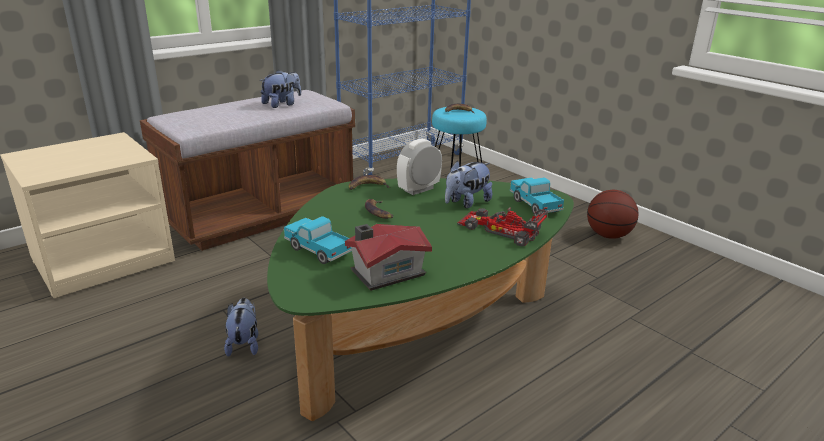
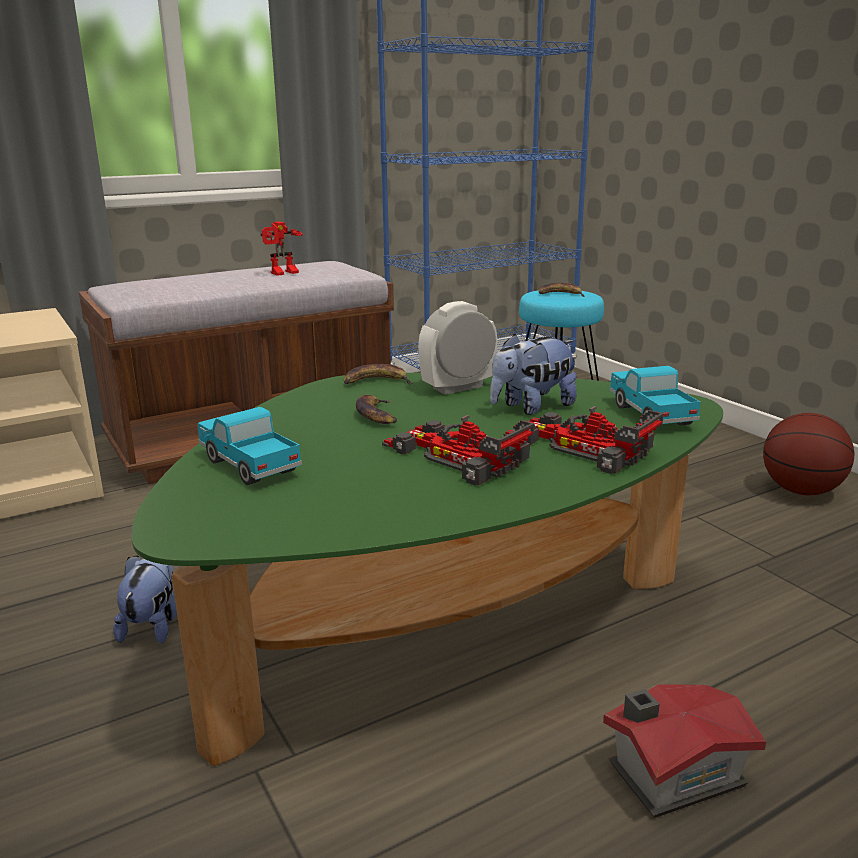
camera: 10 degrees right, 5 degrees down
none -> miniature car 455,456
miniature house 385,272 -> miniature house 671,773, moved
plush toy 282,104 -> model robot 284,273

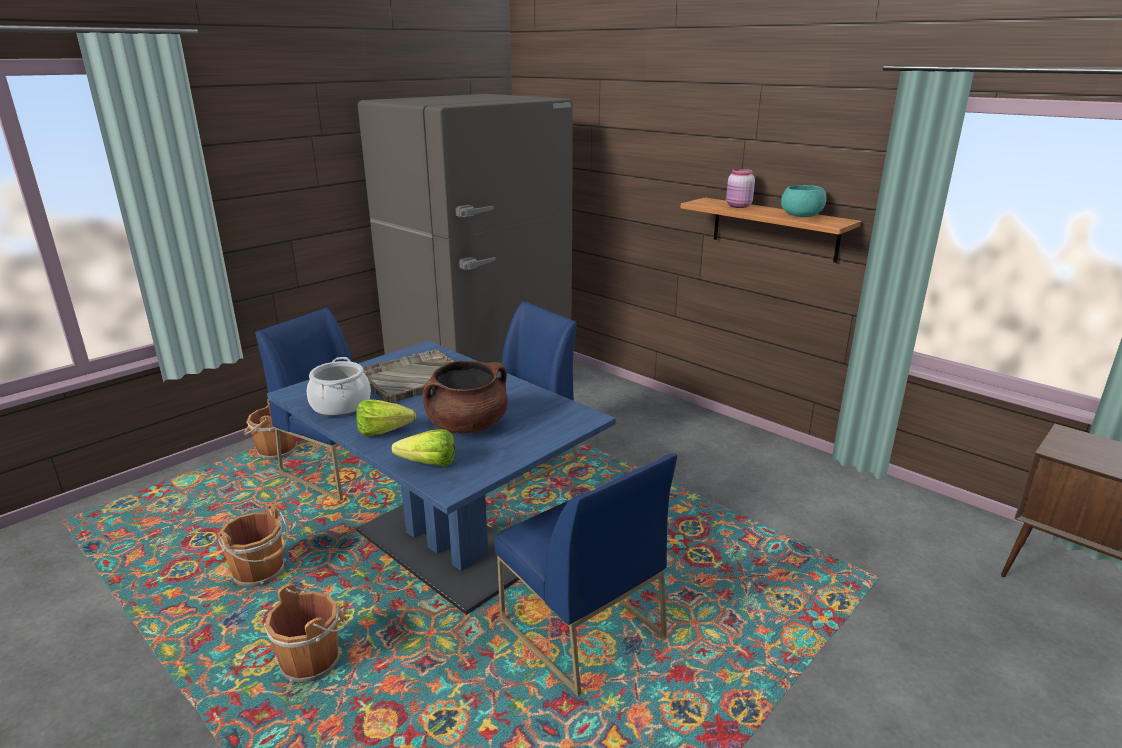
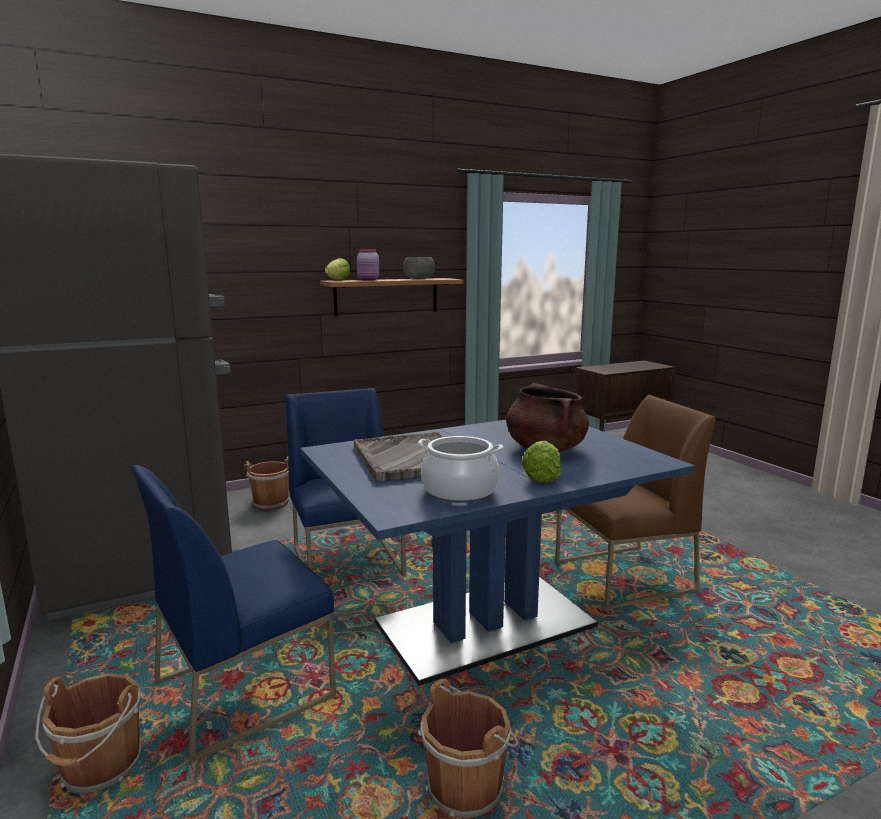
camera: 70 degrees left, 10 degrees down
brownish pail 313,660 -> brownish pail 270,502, moved
lettuce 424,464 -> lettuce 334,280, moved
blue-coloured plain chair 580,629 -> brownish plain chair 623,577
turquoise-coloured serving bowl 801,215 -> gray serving bowl 418,279

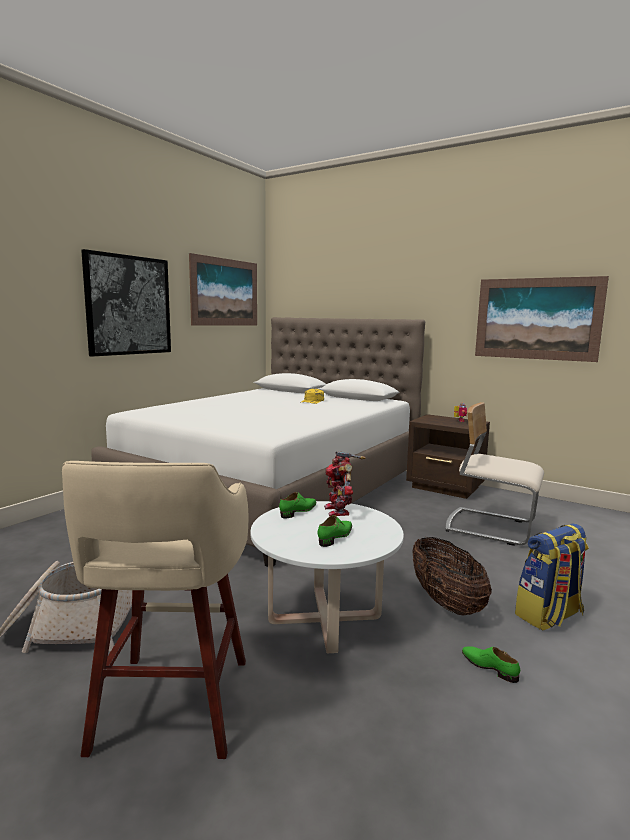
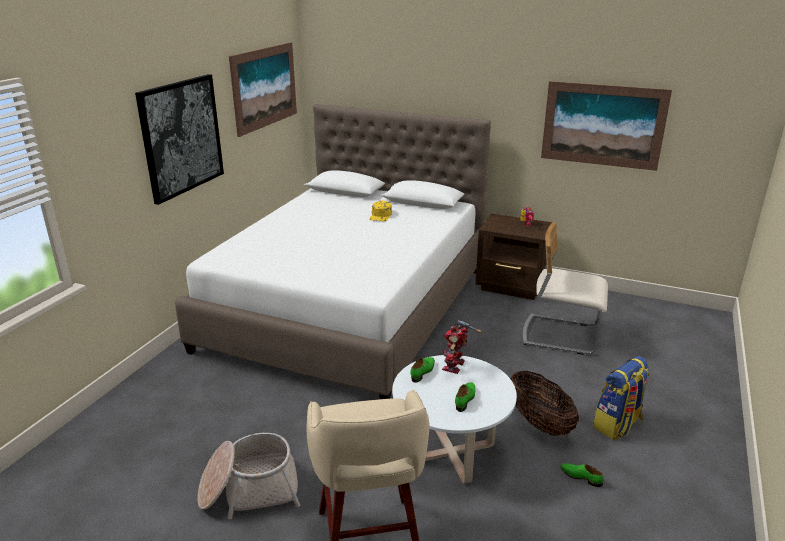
camera: 10 degrees left, 15 degrees up
model robot 339,510 -> model robot 455,366, 45 degrees clockwise

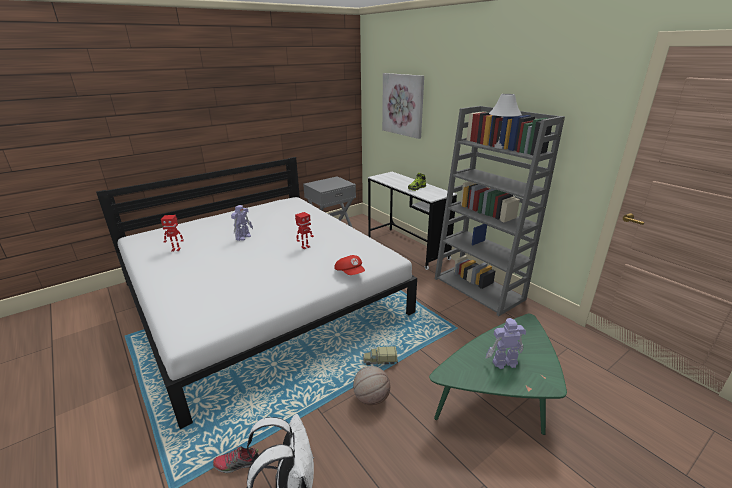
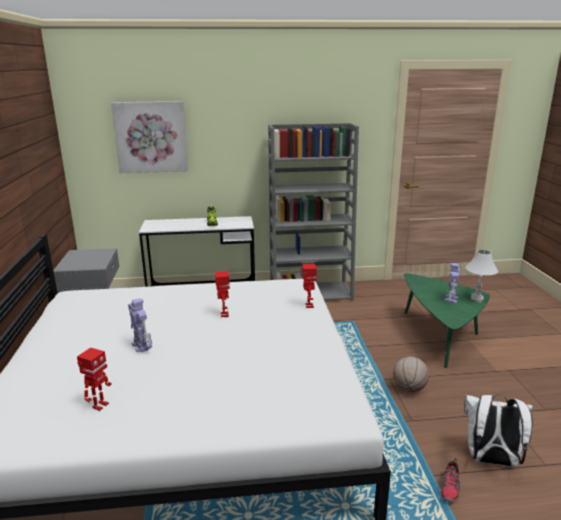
camera: 60 degrees left, 5 degrees down
model truck 380,361 -> none
whitish tabletop lamp 500,147 -> whitish tabletop lamp 477,298, moved
red-coloured cap 350,273 -> model robot 308,306

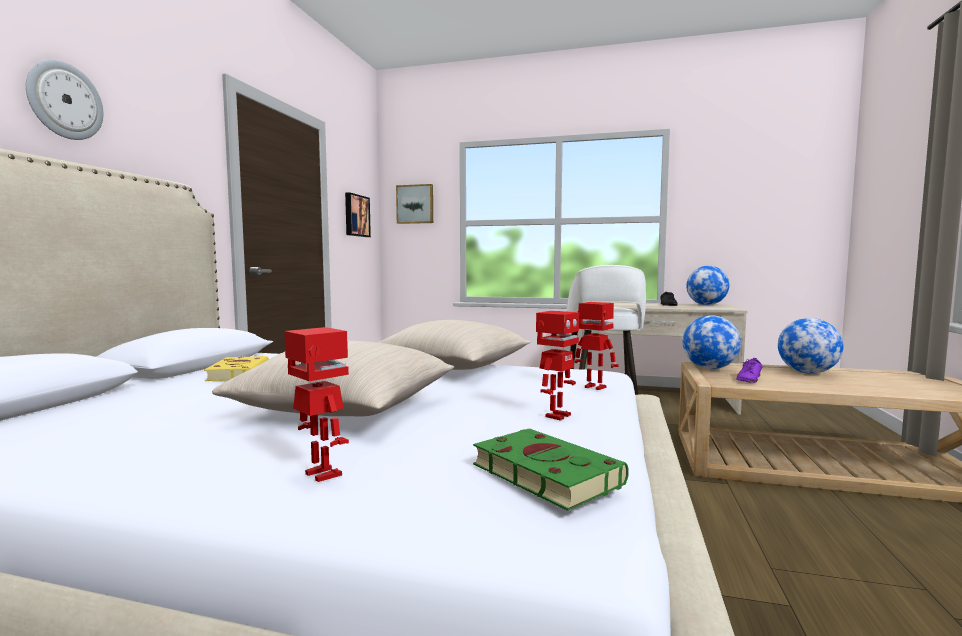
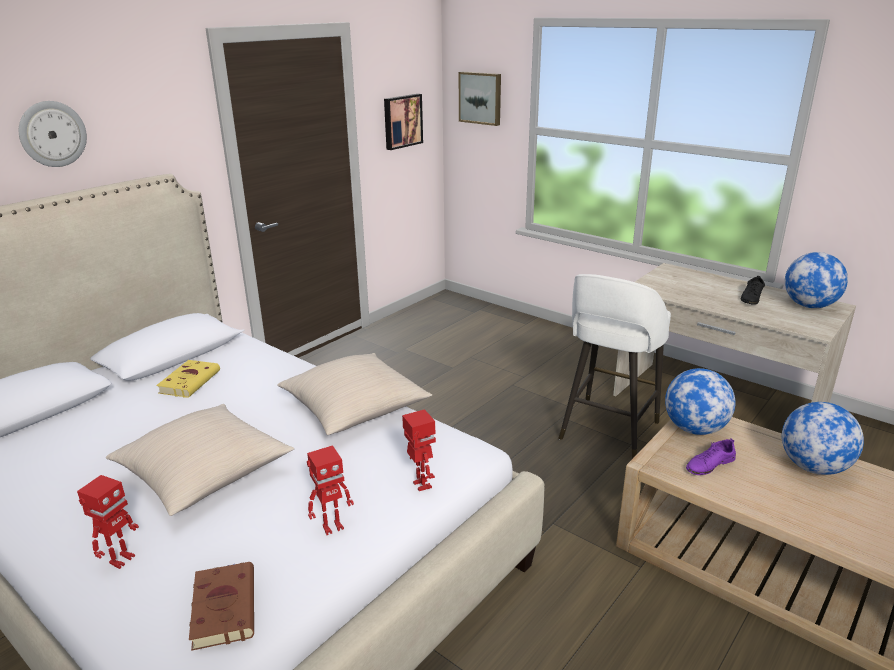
camera: 25 degrees right, 20 degrees up
green-coloured volume 542,473 -> brownish volume 224,606
model robot 321,475 -> model robot 121,559, 45 degrees clockwise

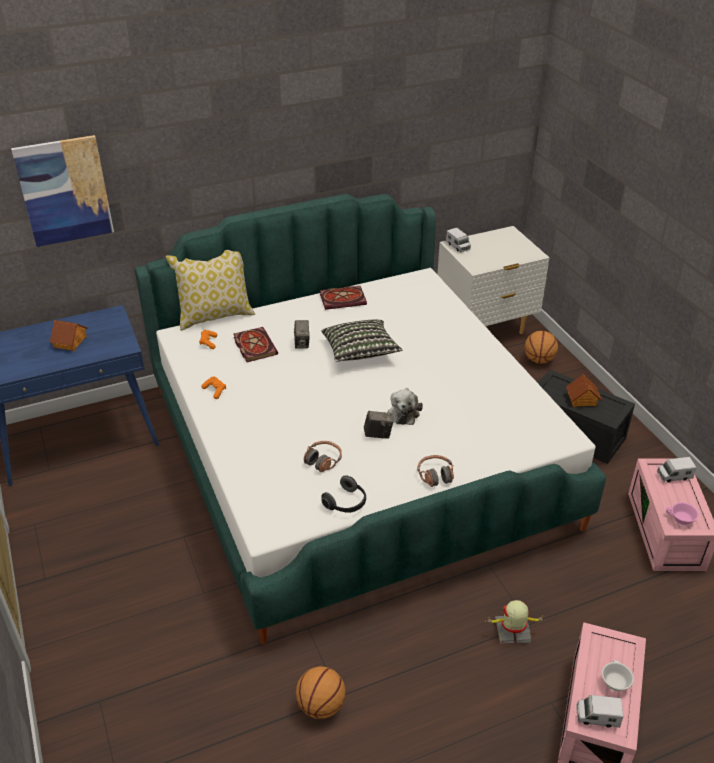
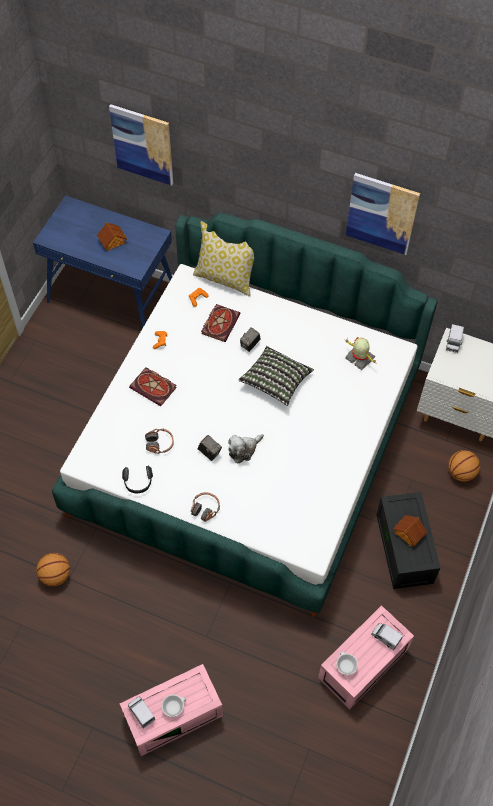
camera: 45 degrees right, 20 degrees up
none -> picture 381,213
volume 344,299 -> volume 154,387, moved
model robot 512,631 -> model robot 359,358, moved
pink cup 681,520 -> whitish cup 345,666

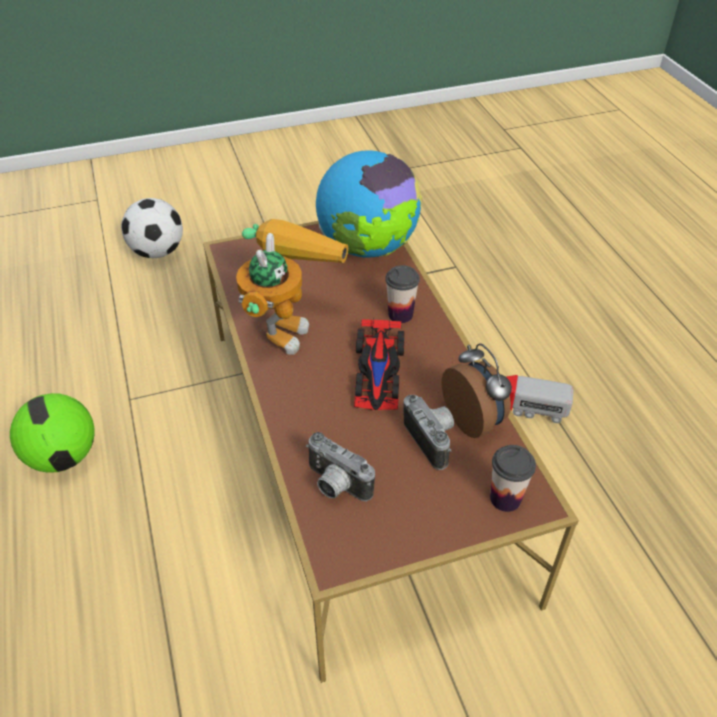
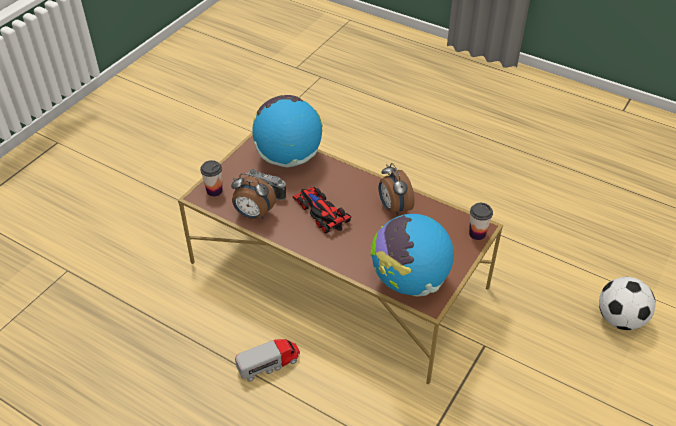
camera: 140 degrees right, 0 degrees up
football ball 63,456 -> none
cup 400,314 -> cup 477,234, moved
model robot 286,322 -> bedside clock 393,208
still camera 335,485 -> globe 289,157

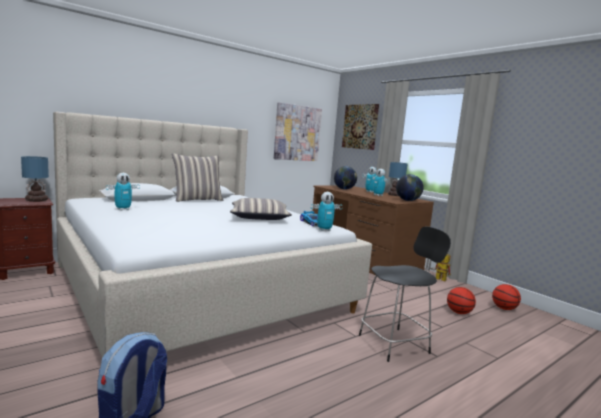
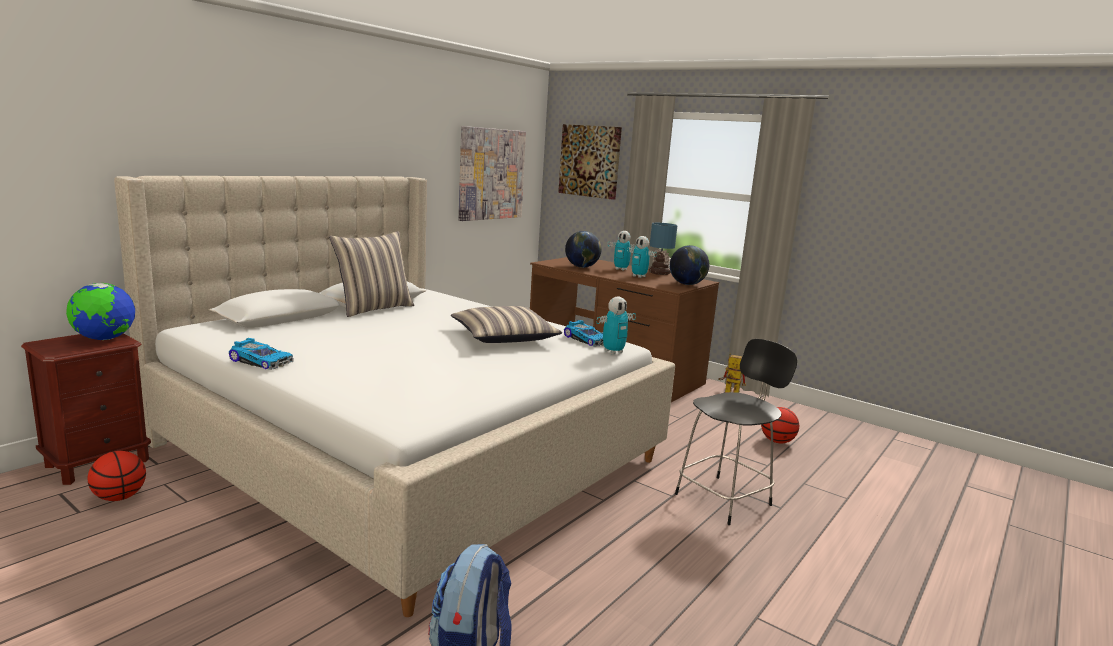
camera: 15 degrees left, 5 degrees up
model robot 123,209 -> none
none -> miniature car 262,361
basketball 504,308 -> basketball 119,497, moved
tabletop lamp 36,200 -> globe 104,339

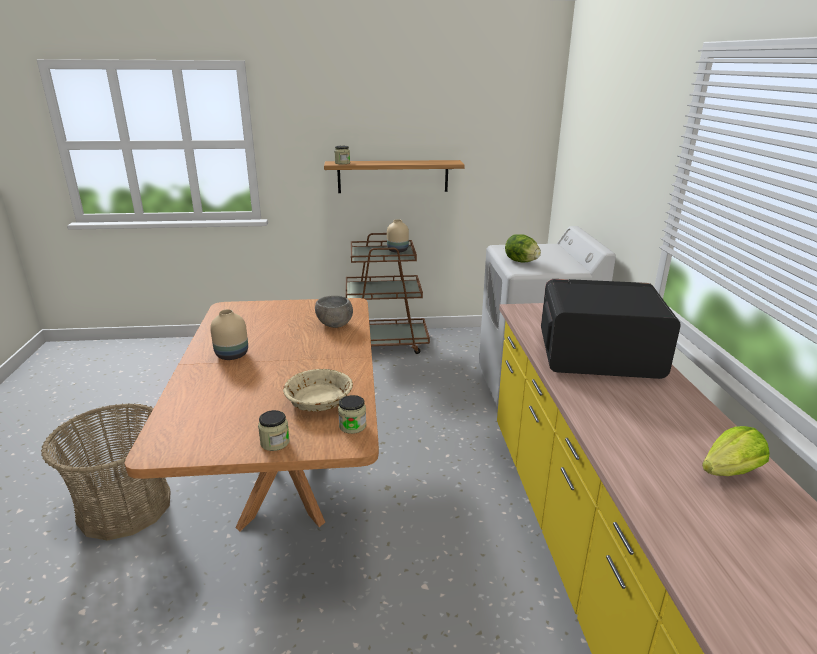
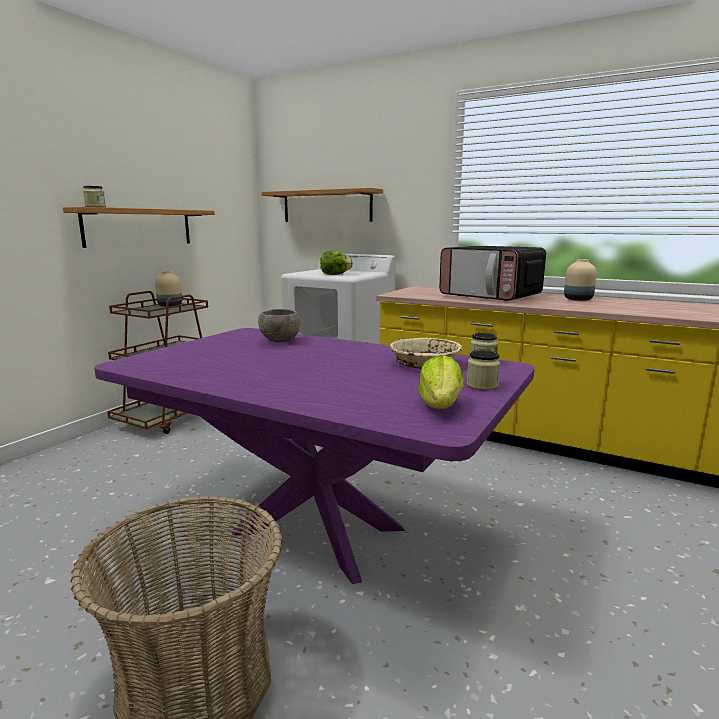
camera: 55 degrees left, 10 degrees down
none -> wall shelf 326,206
sand-coloured vase 233,355 -> sand-coloured vase 578,299, moved
lettuce 729,471 -> lettuce 440,406, moved
brownish dinner table 288,483 -> purplish dinner table 317,529
microwave 597,356 -> microwave 491,296, 90 degrees counterclockwise

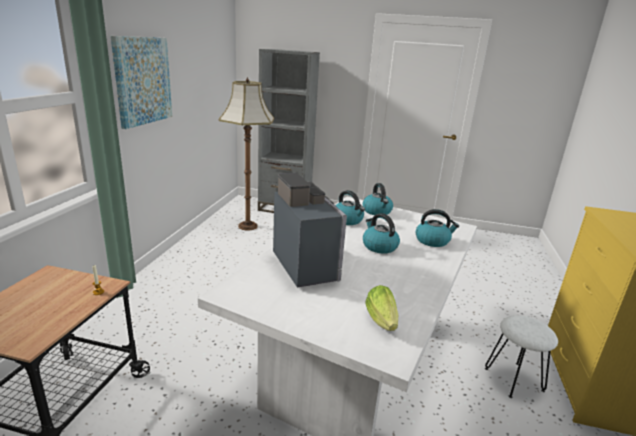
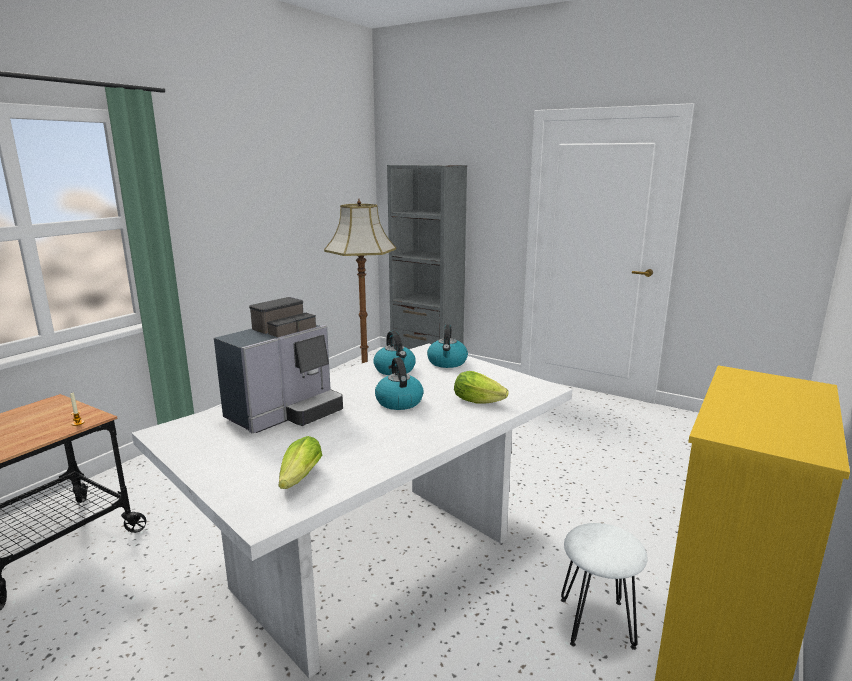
camera: 20 degrees right, 5 degrees down
picture 142,80 -> none
water kettle 433,241 -> lettuce 481,401
coffee brewer 308,265 -> coffee brewer 286,413, 45 degrees clockwise

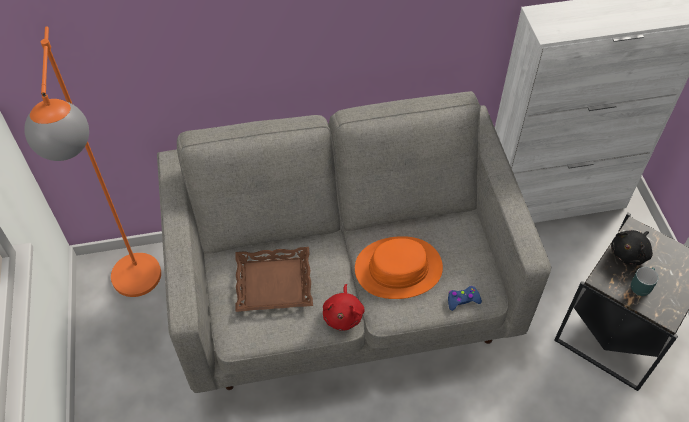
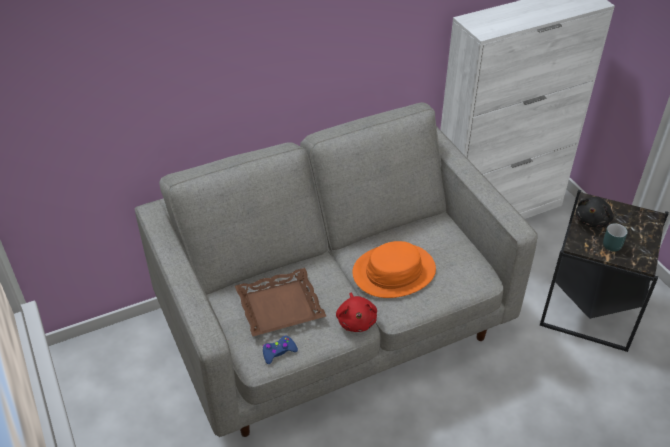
camera: 15 degrees left, 10 degrees down
orange-coloured standard lamp 137,291 -> none
blue-coloured game controller 462,300 -> blue-coloured game controller 278,352, moved

